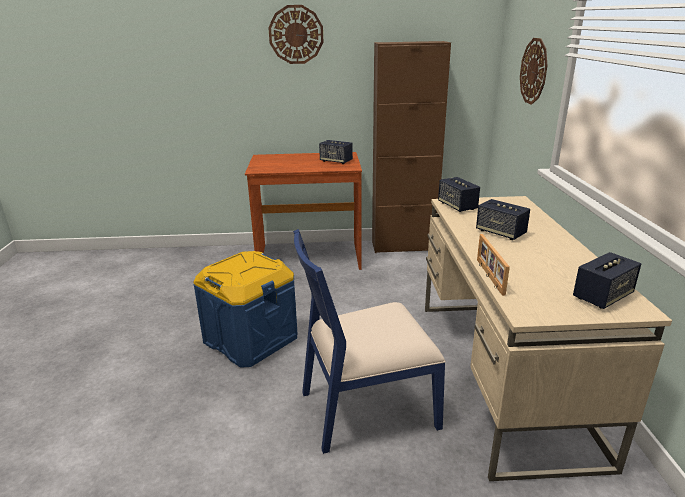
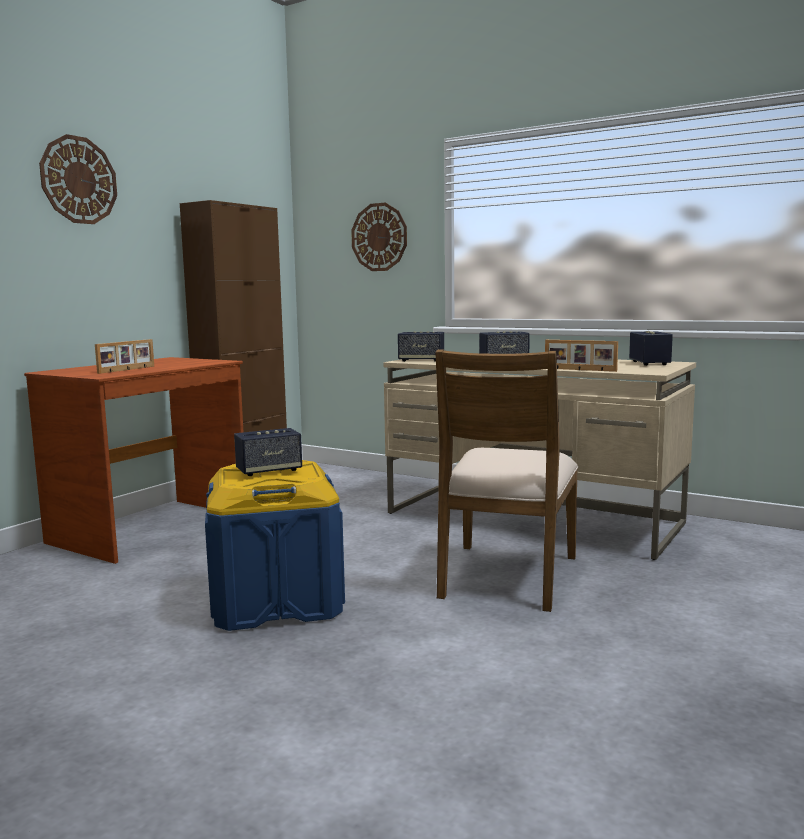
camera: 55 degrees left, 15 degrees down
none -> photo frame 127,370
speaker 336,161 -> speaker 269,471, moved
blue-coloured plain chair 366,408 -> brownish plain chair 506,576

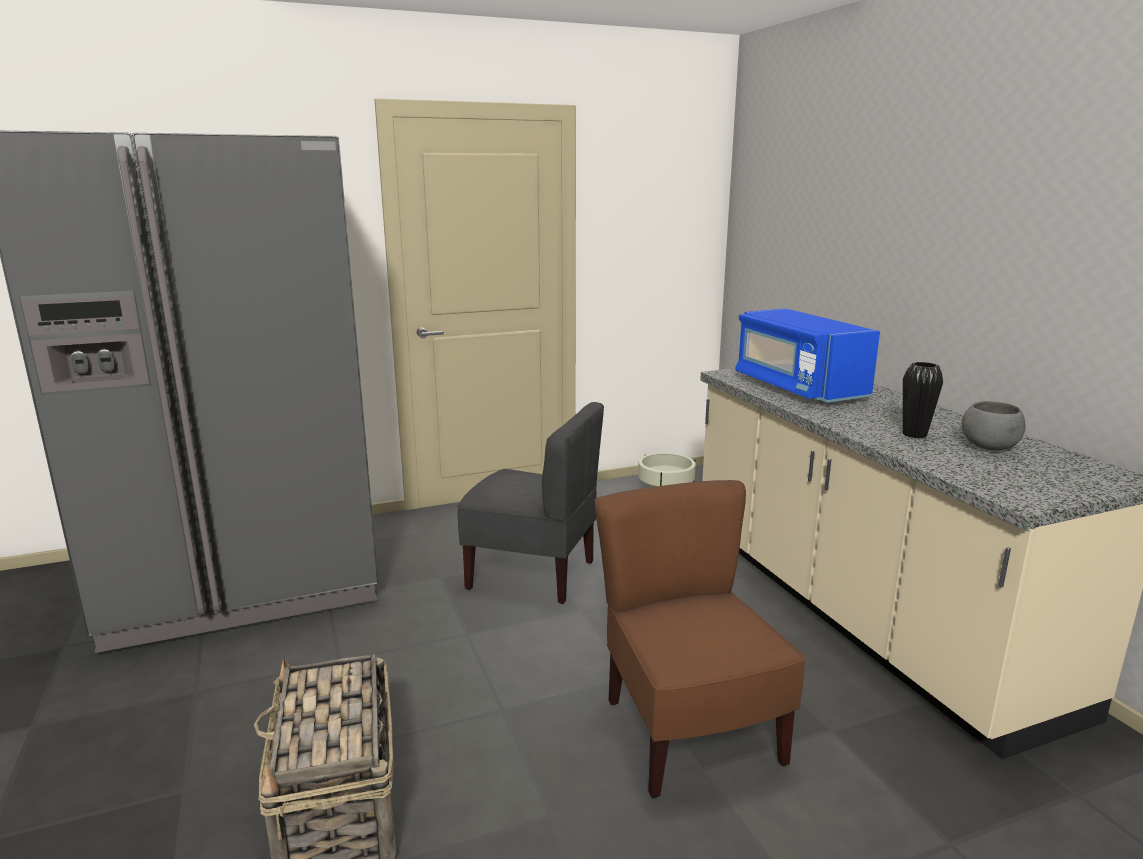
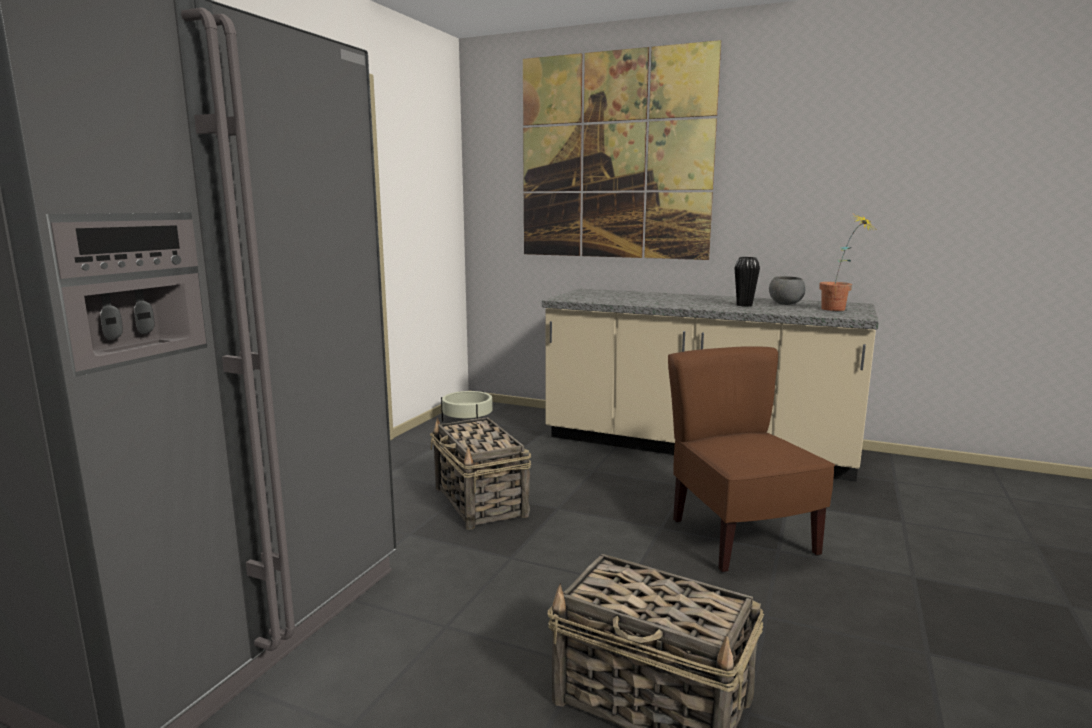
camera: 45 degrees left, 5 degrees down
blue-coloured microwave 797,388 -> none
none -> picture 614,157
none -> houseplant 839,310
gray plain chair 533,574 -> storage basket 480,502
brownish plain chair 689,732 -> brownish plain chair 740,537, 45 degrees clockwise

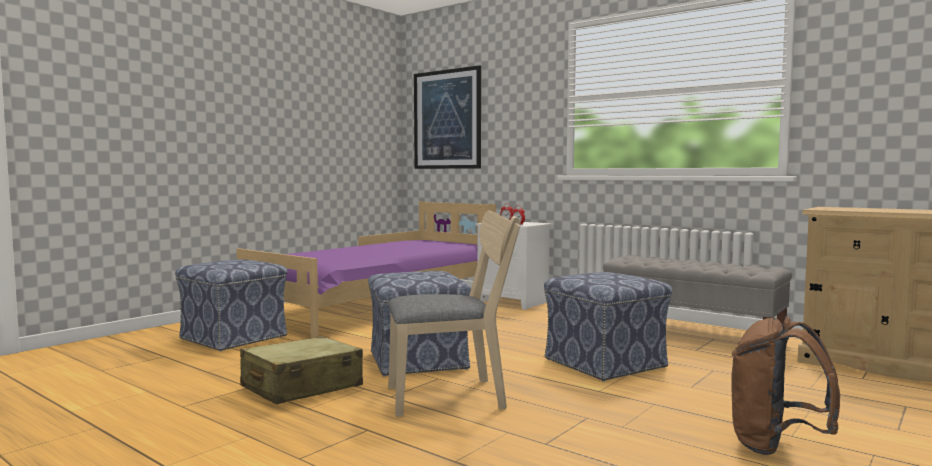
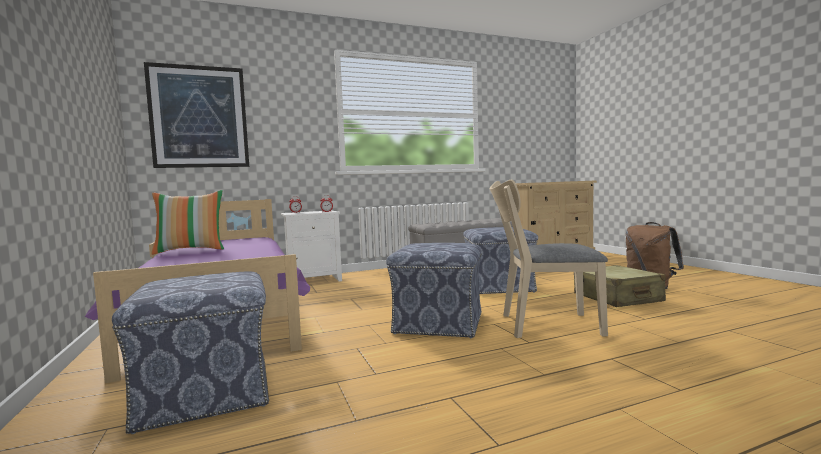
camera: 60 degrees left, 0 degrees up
none -> pillow 191,250
sand-coloured piece of luggage 301,387 -> sand-coloured piece of luggage 617,298, moved
sand-coloured plain chair 455,396 -> sand-coloured plain chair 542,325, 105 degrees counterclockwise

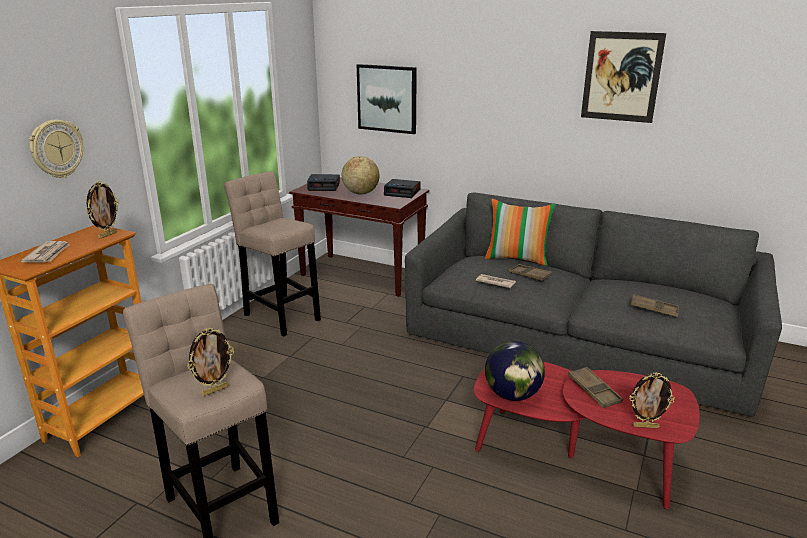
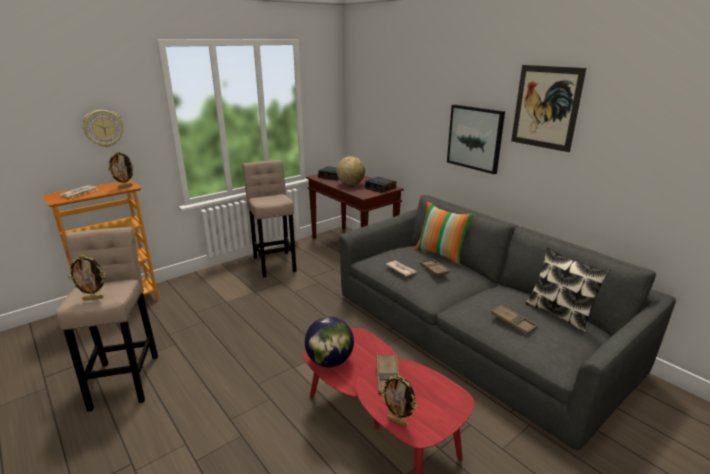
camera: 25 degrees right, 0 degrees up
none -> pillow 559,313
picture 387,98 -> picture 475,138, moved

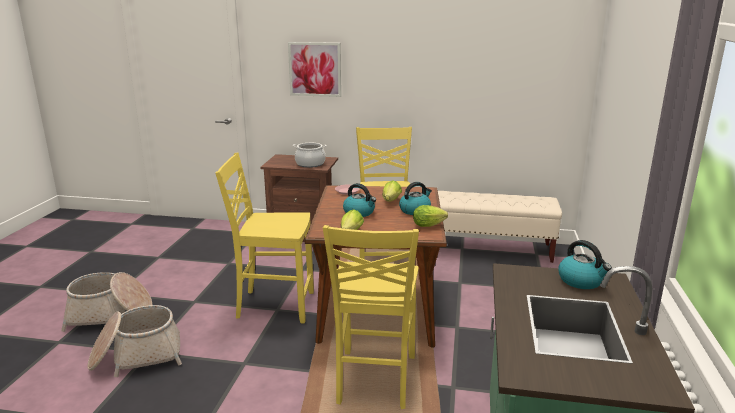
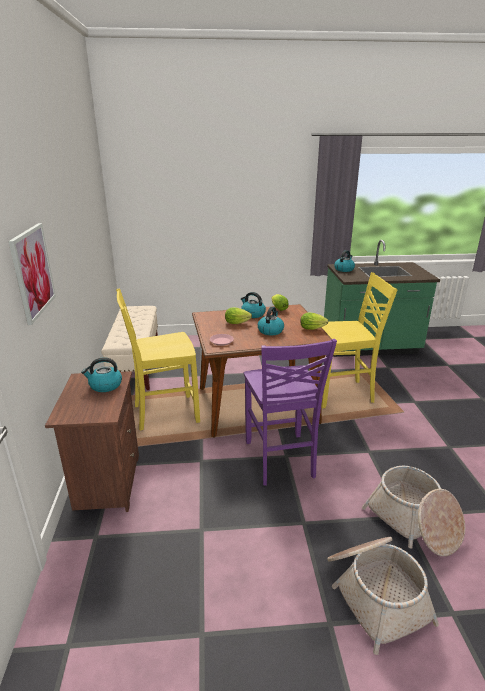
camera: 105 degrees left, 5 degrees up
saucepot 310,164 -> water kettle 105,386
yellow plain chair 274,305 -> purplish plain chair 280,460

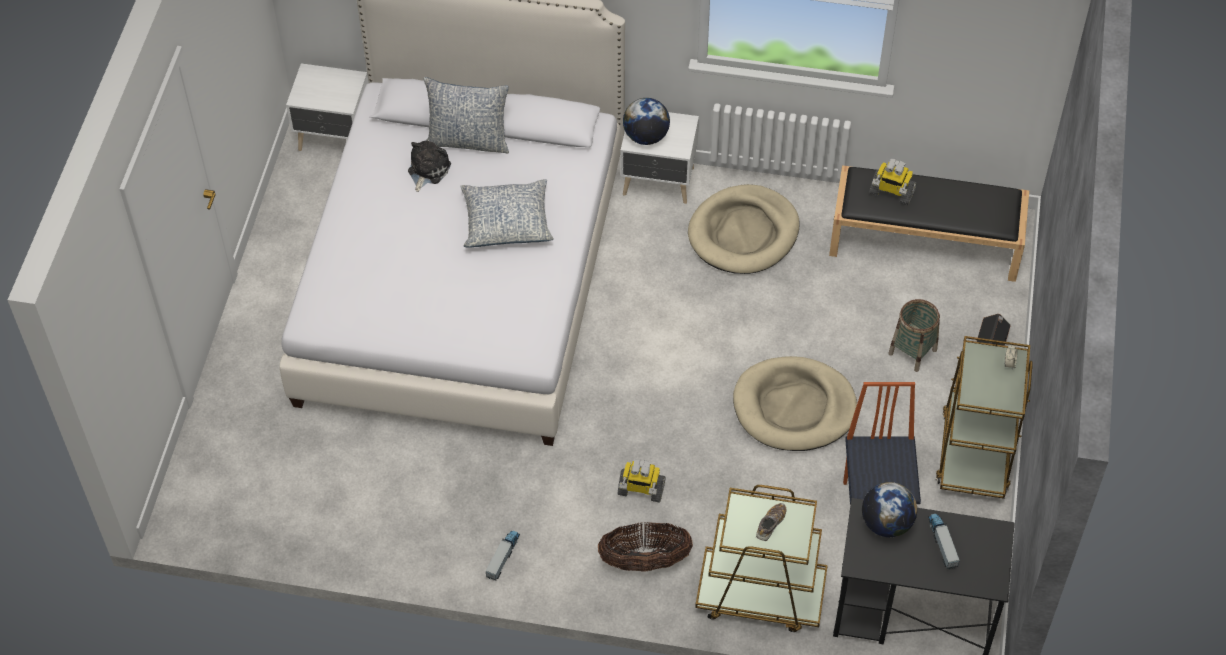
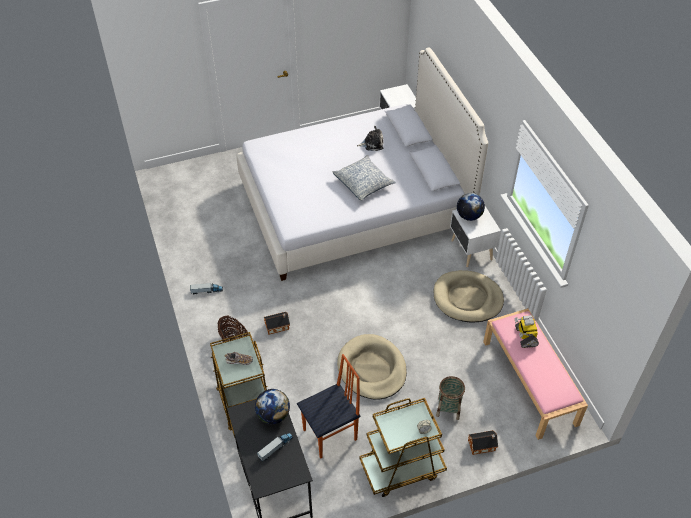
camera: 60 degrees right, 5 degrees down
pillow 468,140 -> none
model robot 640,489 -> miniature house 278,326
black long seat 926,241 -> pink long seat 530,382

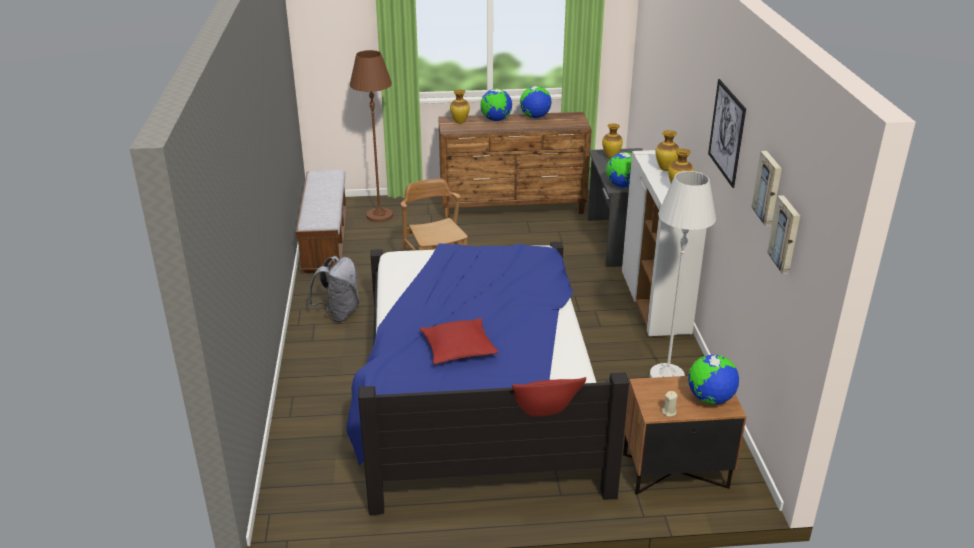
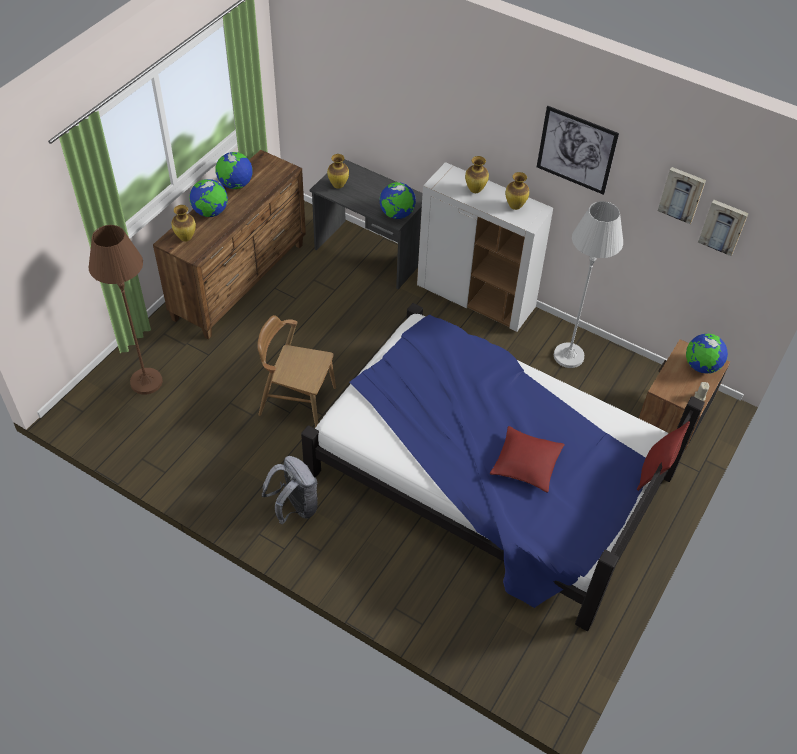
camera: 55 degrees left, 20 degrees up
long seat 325,241 -> none

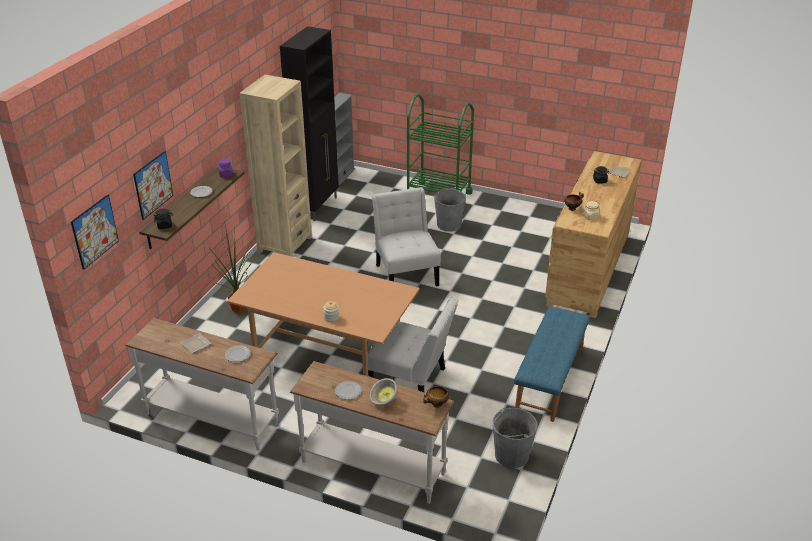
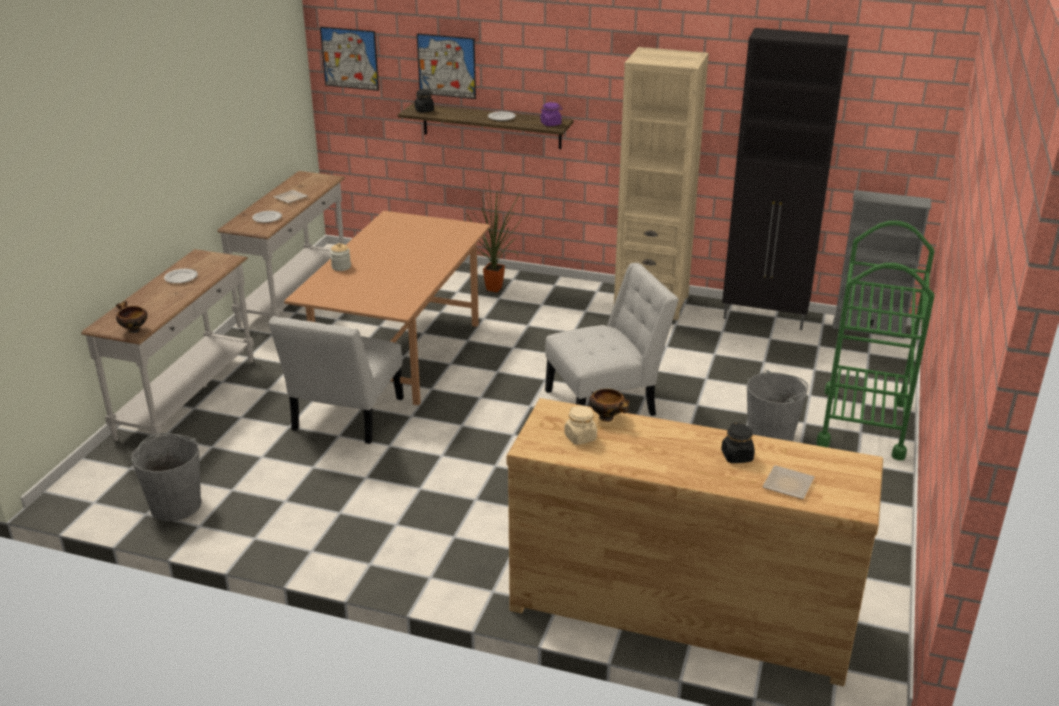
camera: 85 degrees right, 5 degrees down
serving bowl 383,400 -> none
blue-coloured long seat 550,379 -> none

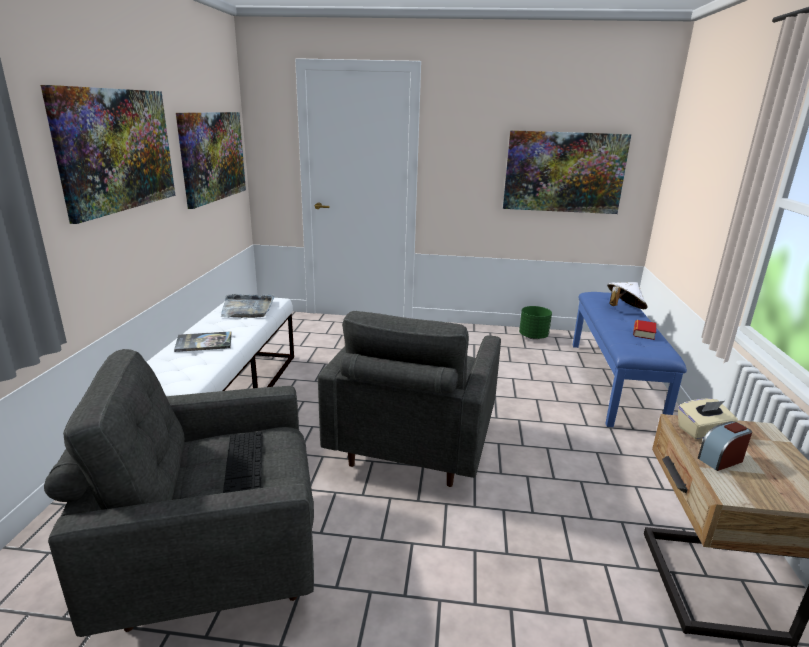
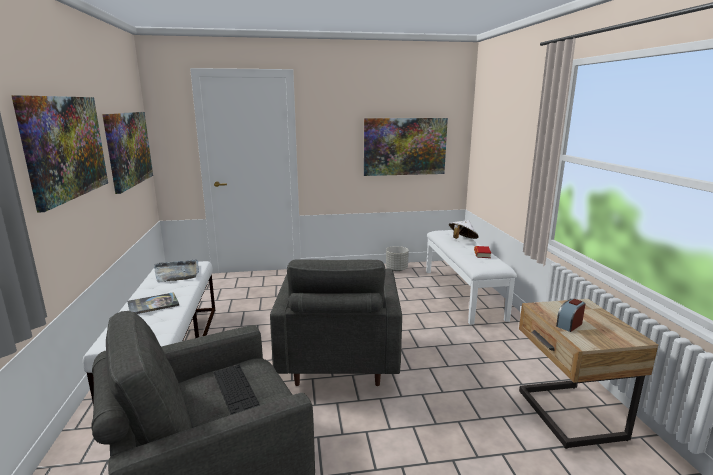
camera: 15 degrees left, 5 degrees down
sand-coloured tissue box 702,431 -> none
green-coloured planter 533,337 -> gray planter 396,269
blue-coloured long seat 614,382 -> whitish long seat 463,293

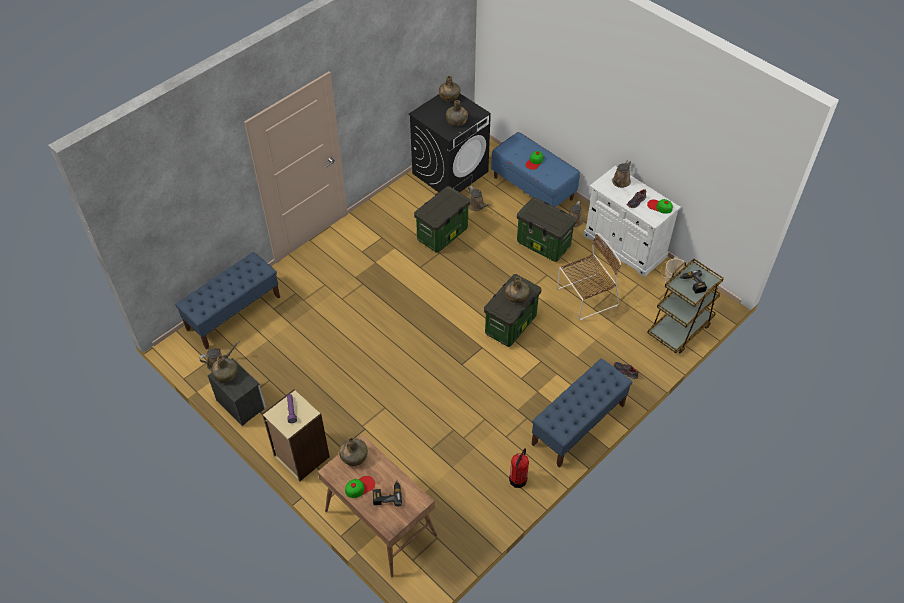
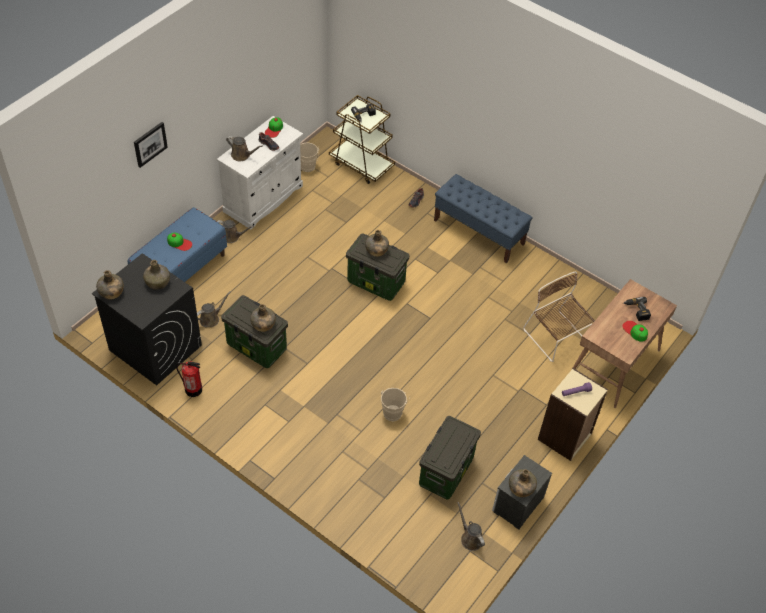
camera: 100 degrees left, 0 degrees up
blue-coloured long seat 234,313 -> none
none -> picture 150,144
none -> sand-coloured pail 393,412
green-coloured drink bottle 354,456 -> green-coloured drink bottle 263,324, moved
fire extinguisher 518,479 -> fire extinguisher 193,389, moved
storage bin 544,244 -> storage bin 446,471, moved
brownish plain chair 585,297 -> brownish plain chair 557,337, moved

